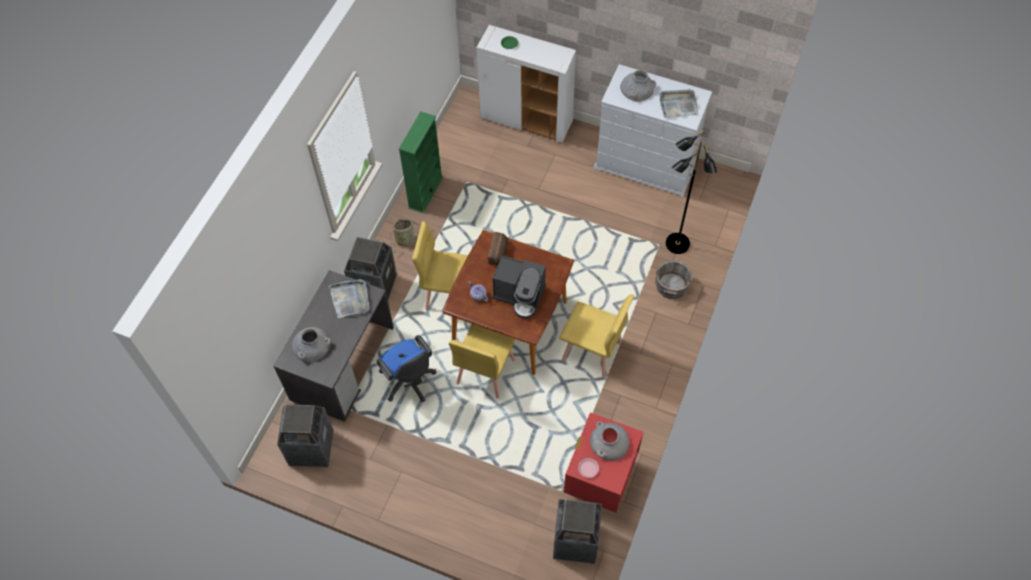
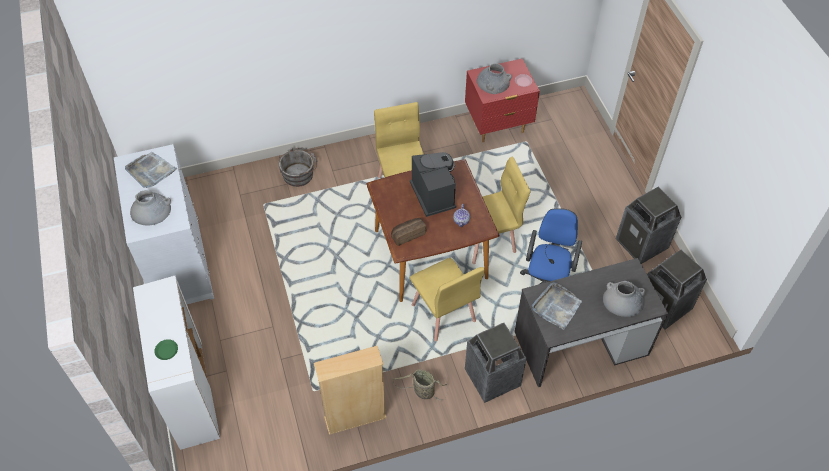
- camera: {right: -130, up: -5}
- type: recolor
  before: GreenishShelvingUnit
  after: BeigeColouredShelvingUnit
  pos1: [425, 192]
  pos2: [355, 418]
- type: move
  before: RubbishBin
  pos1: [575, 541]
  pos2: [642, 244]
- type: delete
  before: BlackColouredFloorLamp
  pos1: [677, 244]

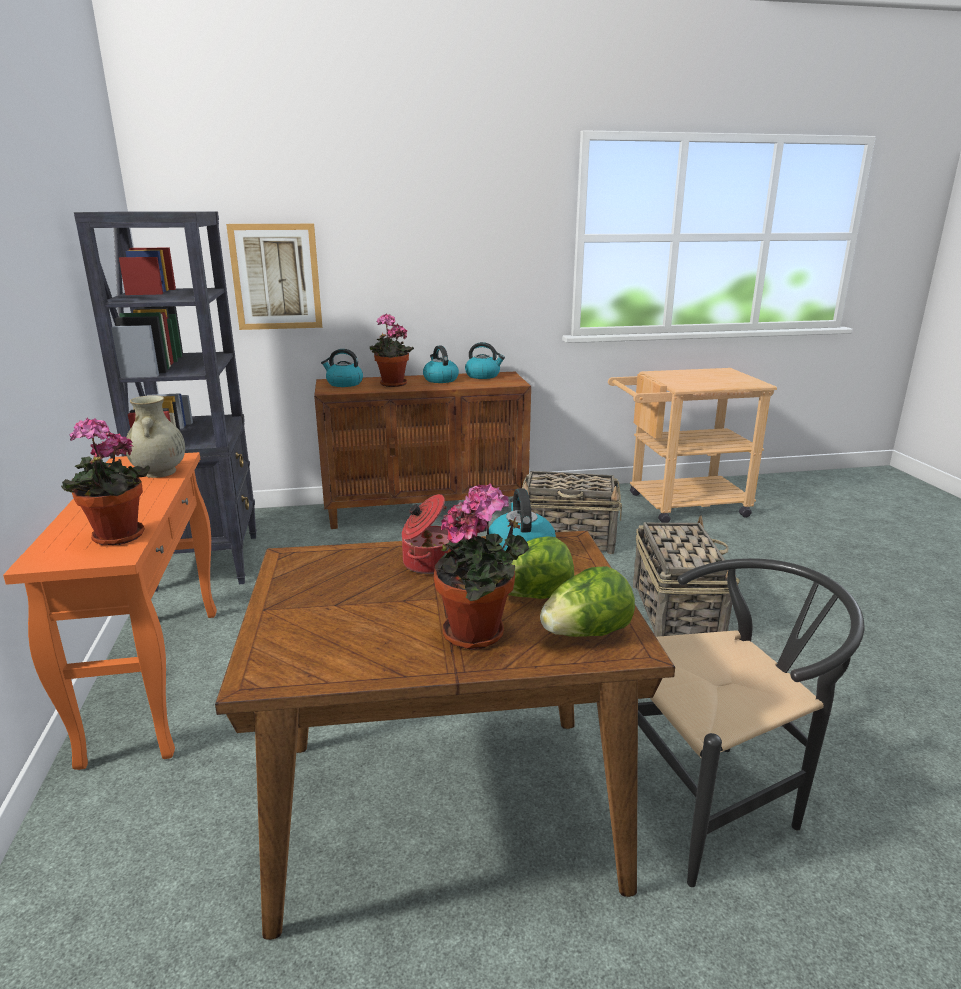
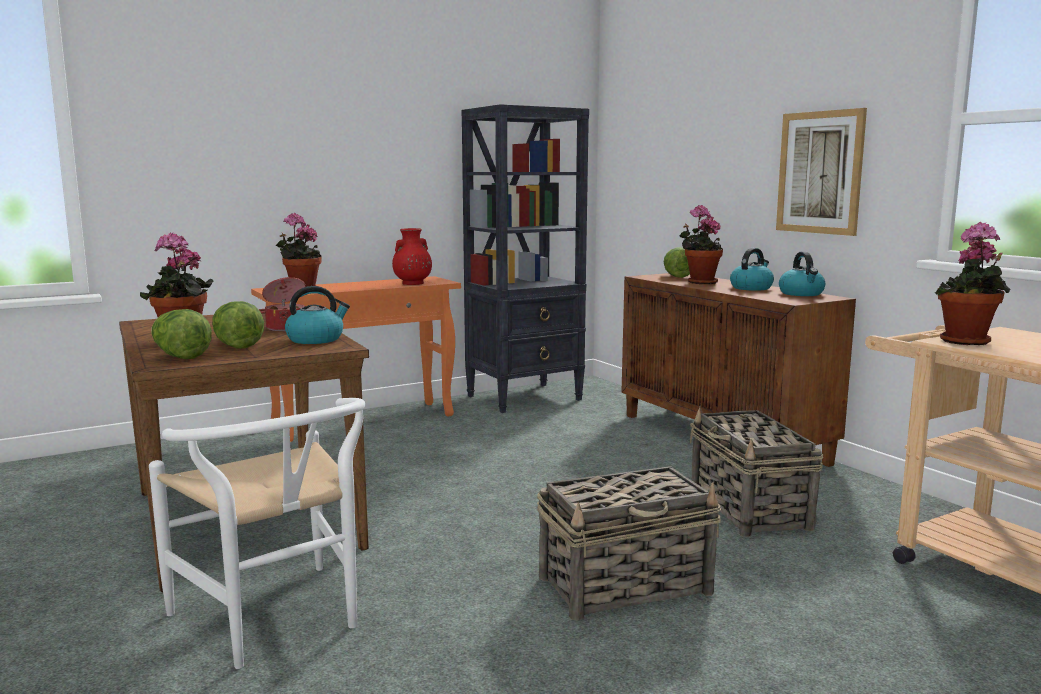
- camera: {right: 70, up: -10}
- type: recolor
  before: BlackColouredUprightChair
  after: WhitishUprightChair
  pos1: [715, 797]
  pos2: [277, 622]
- type: recolor
  before: BeigeColouredVase
  after: RedVase
  pos1: [160, 473]
  pos2: [412, 283]
- type: replace
  before: Kettle
  after: HeadOfLettuce
  pos1: [344, 383]
  pos2: [676, 276]
- type: move
  before: WallPicture
  pos1: [276, 277]
  pos2: [819, 172]
- type: insert
  after: PlantInAPot
  pos2: [967, 342]

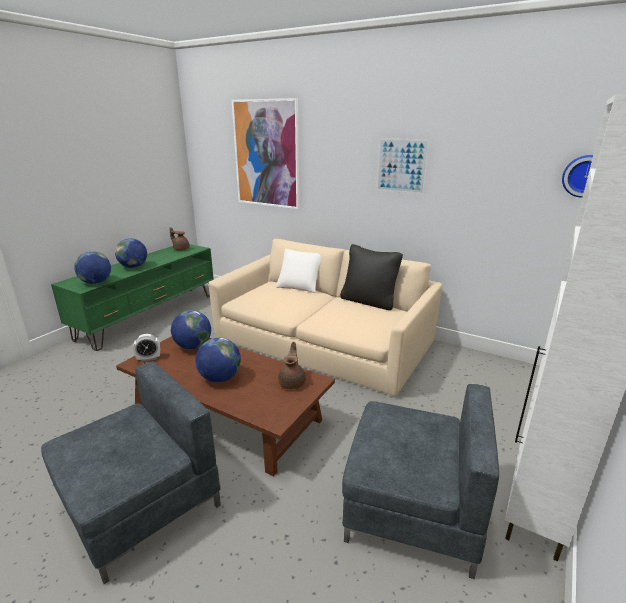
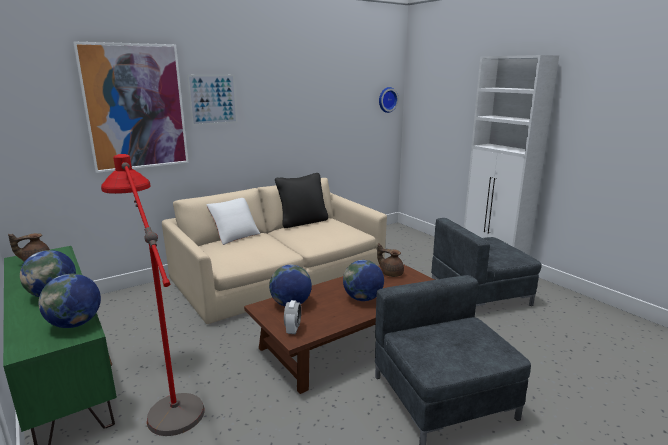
- camera: {right: -65, up: -5}
- type: insert
  after: RedFloorLamp
  pos2: [166, 392]
- type: move
  before: WallPicture
  pos1: [401, 166]
  pos2: [213, 99]
- type: rotate
  before: GrayArmchair
  pos1: [411, 505]
  pos2: [480, 294]
  turn: -150

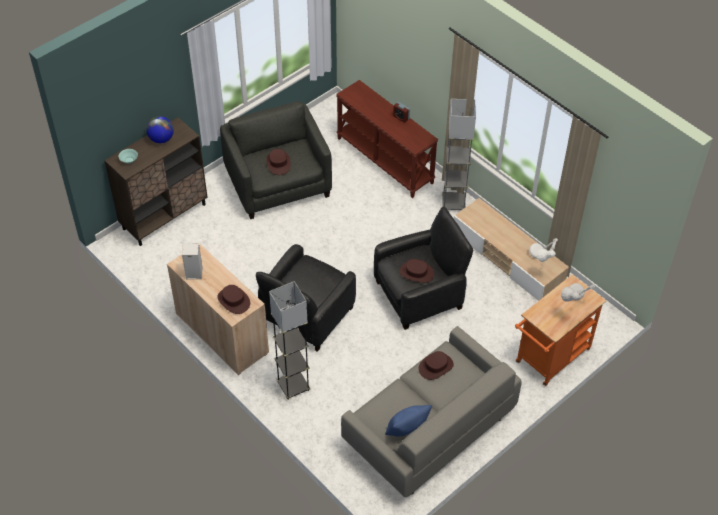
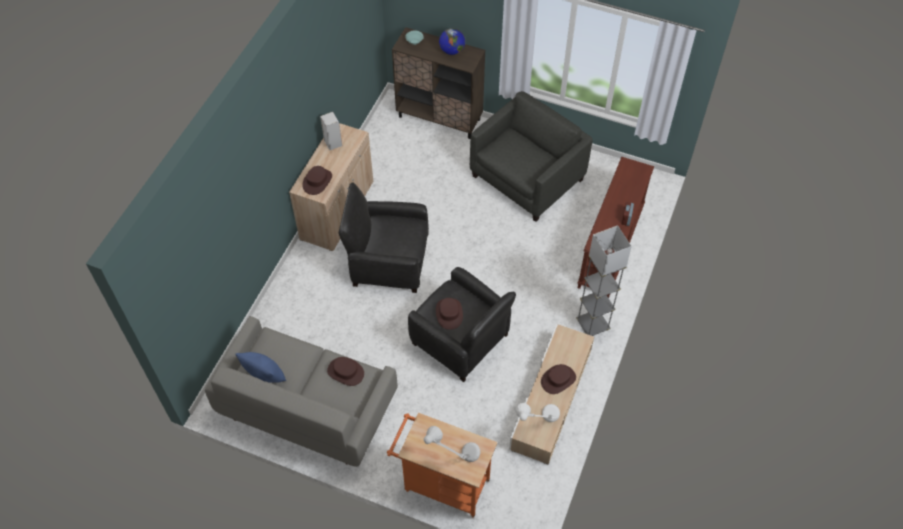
- camera: {right: 65, up: 5}
- type: move
  before: BrownColouredHat
  pos1: [278, 163]
  pos2: [558, 379]
- type: delete
  before: GrayFloorLamp
  pos1: [293, 386]

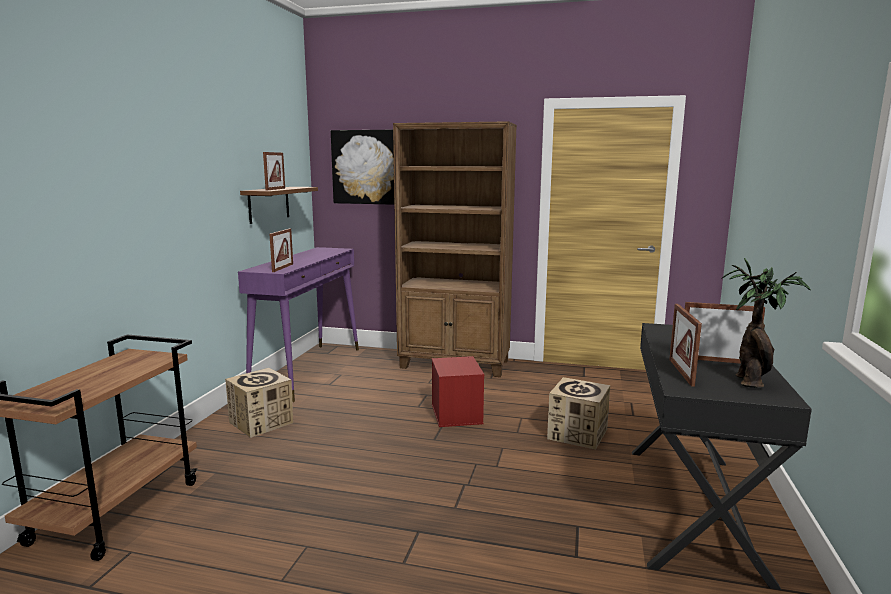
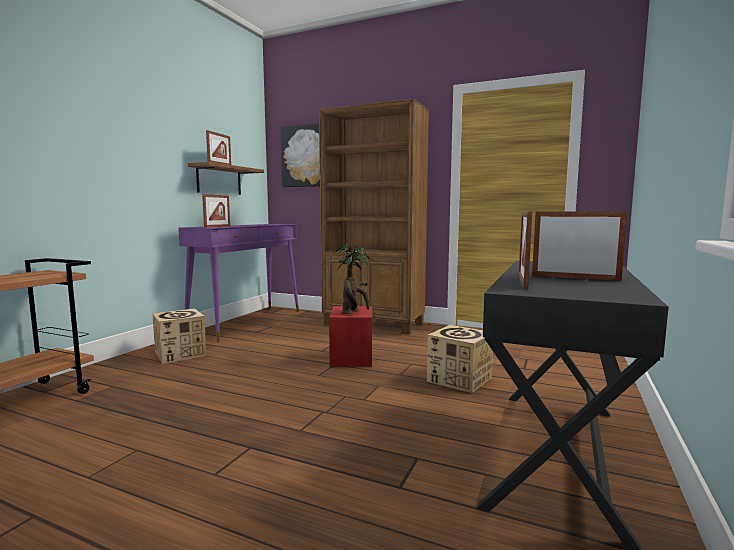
- camera: {right: 10, up: -5}
- type: move
  before: PlantInAPot
  pos1: [751, 381]
  pos2: [353, 312]

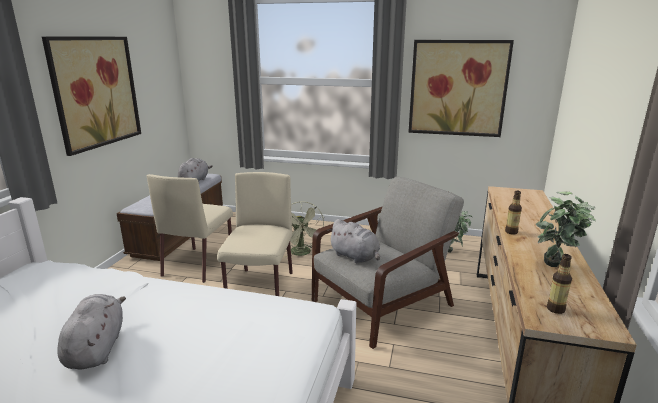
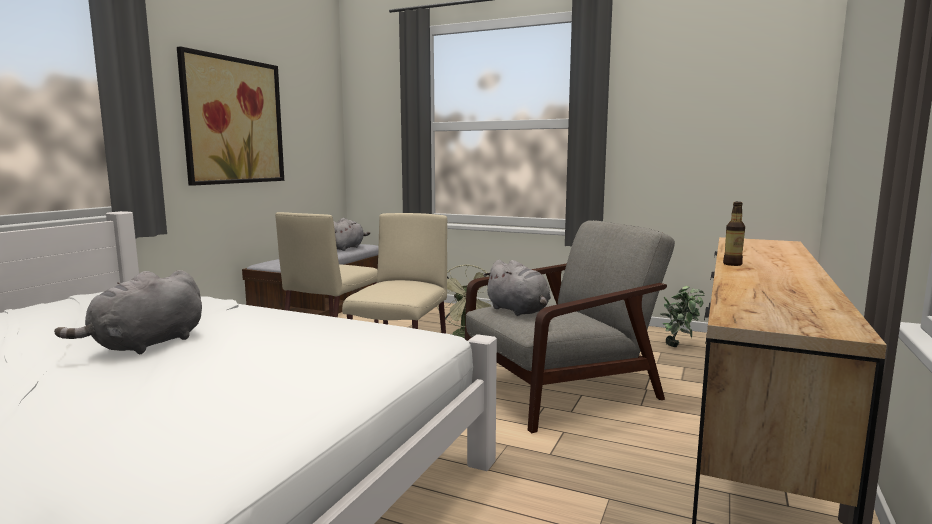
- camera: {right: 10, up: -10}
- type: rotate
  before: GrayPlushToy
  pos1: [97, 348]
  pos2: [146, 345]
  turn: -150
- type: delete
  before: WallPicture
  pos1: [457, 88]
- type: delete
  before: PlantInAPot
  pos1: [556, 269]
- type: delete
  before: DrinkBottle
  pos1: [555, 309]

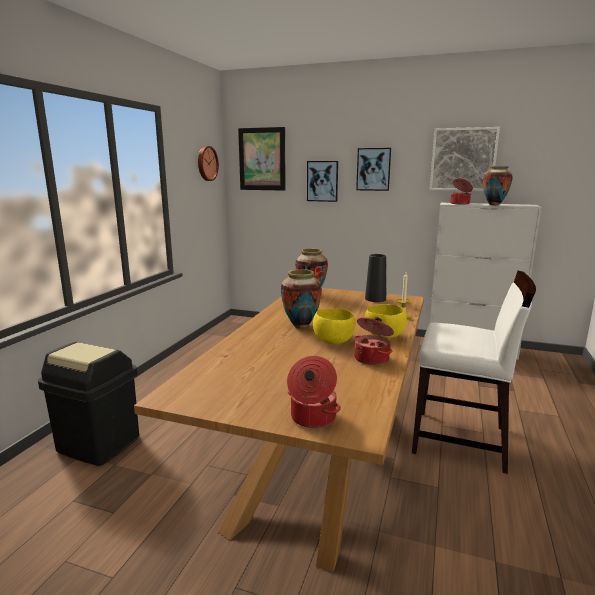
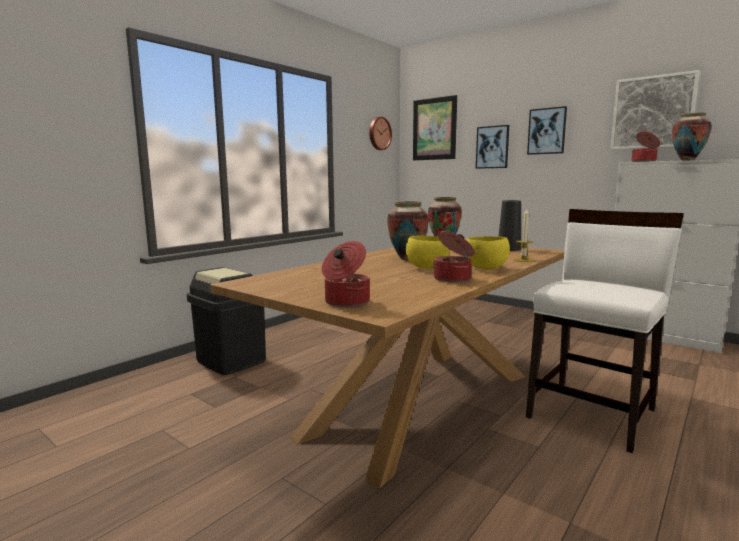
- camera: {right: 20, up: -5}
- type: rotate
  before: WhitishUprightChair
  pos1: [460, 440]
  pos2: [592, 413]
  turn: -90

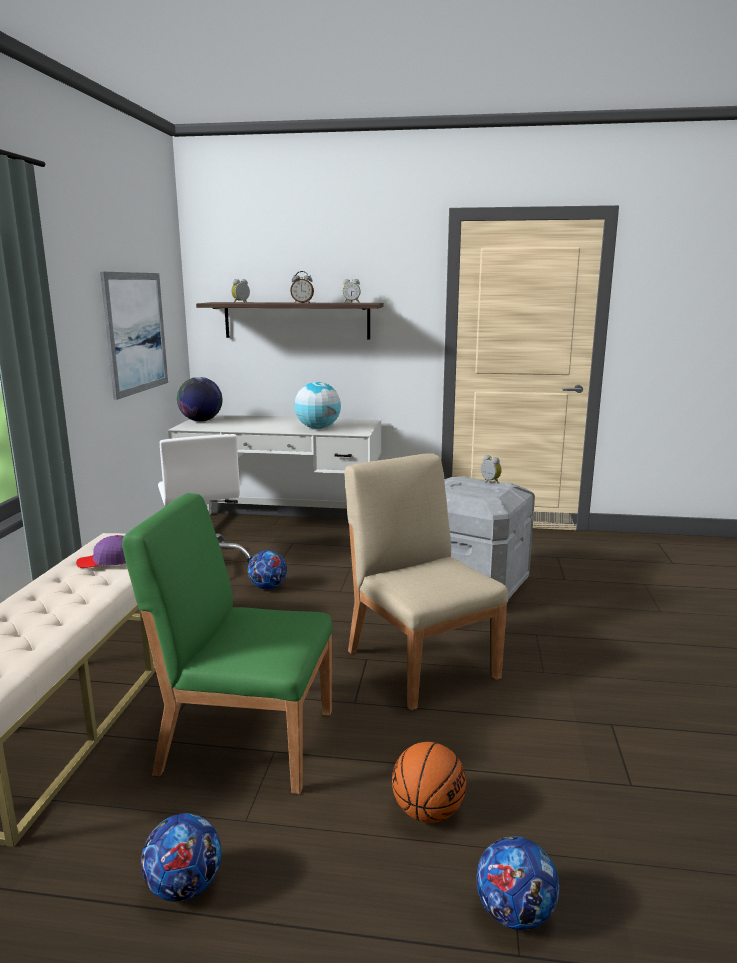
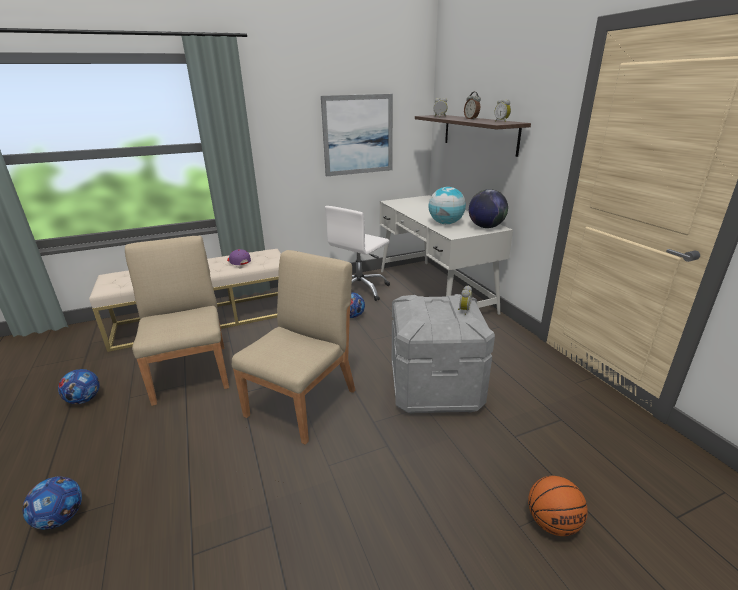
- camera: {right: 60, up: 10}
- type: recolor
  before: GreenishUprightChair
  after: BeigeColouredUprightChair
  pos1: [245, 740]
  pos2: [192, 372]
- type: move
  before: WorldGlobe
  pos1: [201, 421]
  pos2: [486, 227]
- type: move
  before: Basketball
  pos1: [428, 812]
  pos2: [552, 523]

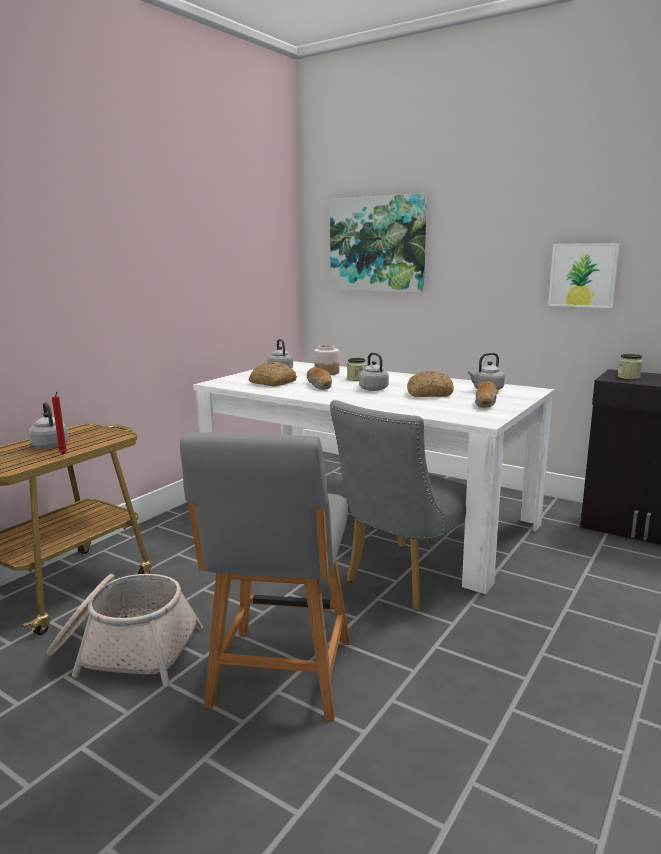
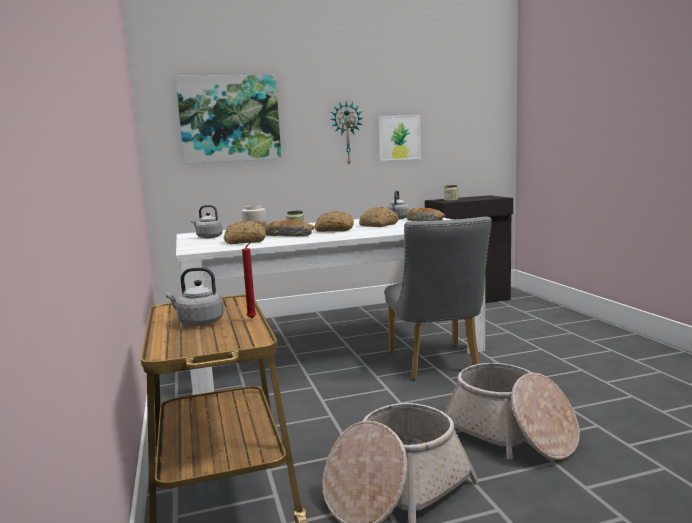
- camera: {right: -50, up: -5}
- type: replace
  before: GrayKettle
  after: Bread
  pos1: [372, 389]
  pos2: [334, 230]
- type: insert
  after: ClockOnTheWall
  pos2: [346, 133]
- type: replace
  before: GrayUprightChair
  after: StorageBasket
  pos1: [280, 676]
  pos2: [510, 434]

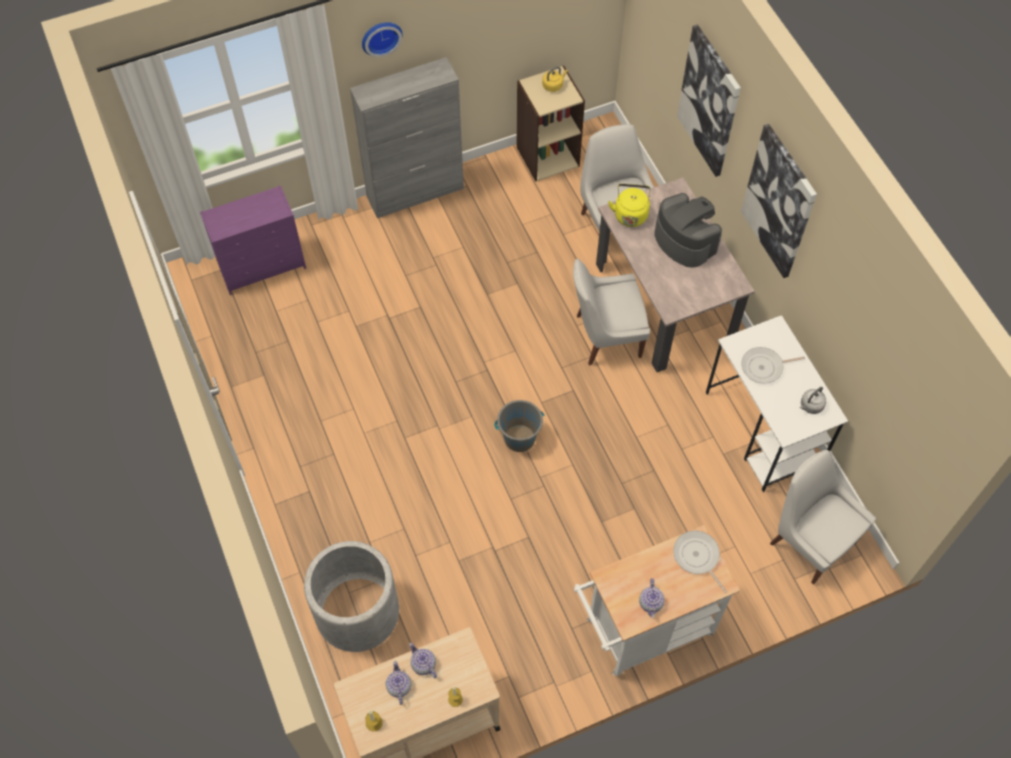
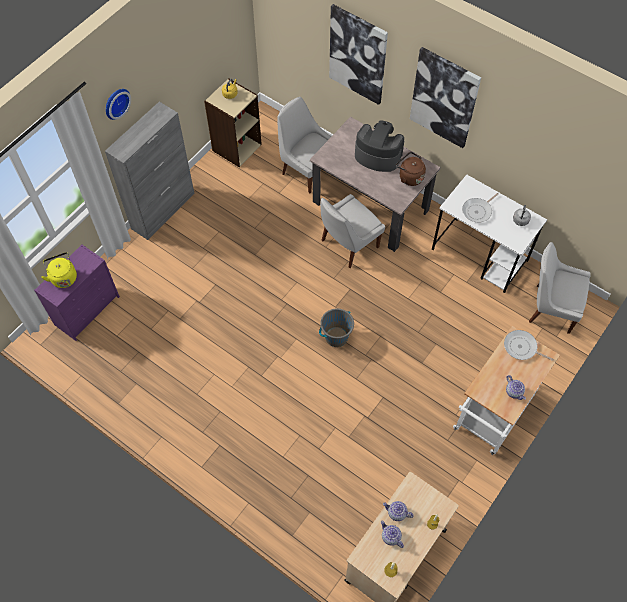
- camera: {right: -30, up: 0}
- type: move
  before: YellowishKettle
  pos1: [630, 214]
  pos2: [63, 277]
- type: insert
  after: BrownColouredKettle
  pos2: [409, 177]
- type: delete
  before: GrayPlantPot
  pos1: [357, 612]

